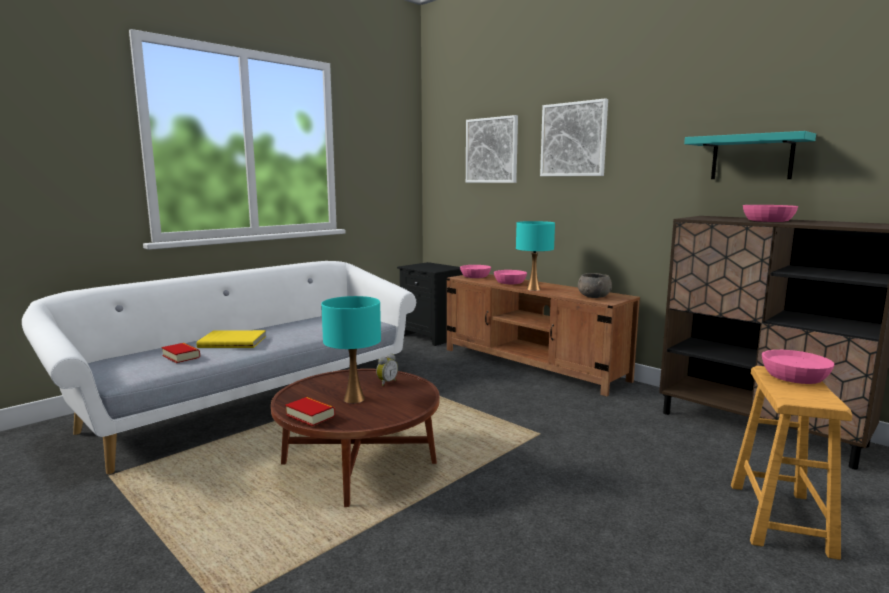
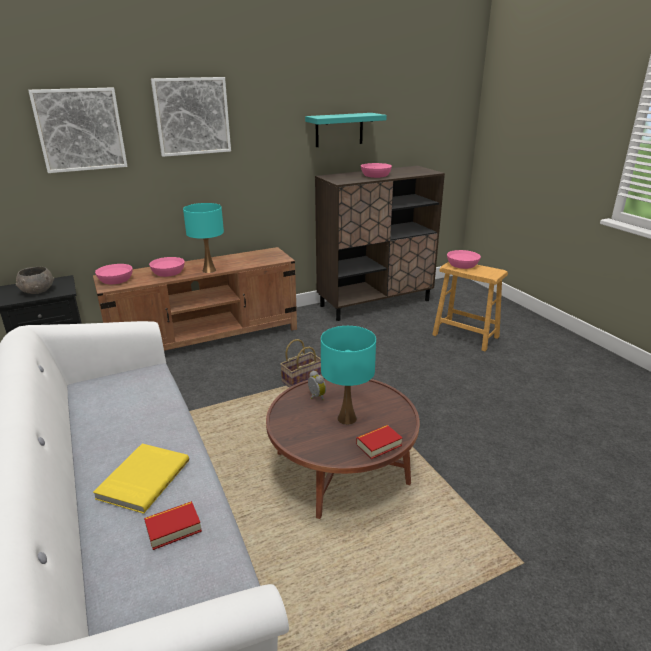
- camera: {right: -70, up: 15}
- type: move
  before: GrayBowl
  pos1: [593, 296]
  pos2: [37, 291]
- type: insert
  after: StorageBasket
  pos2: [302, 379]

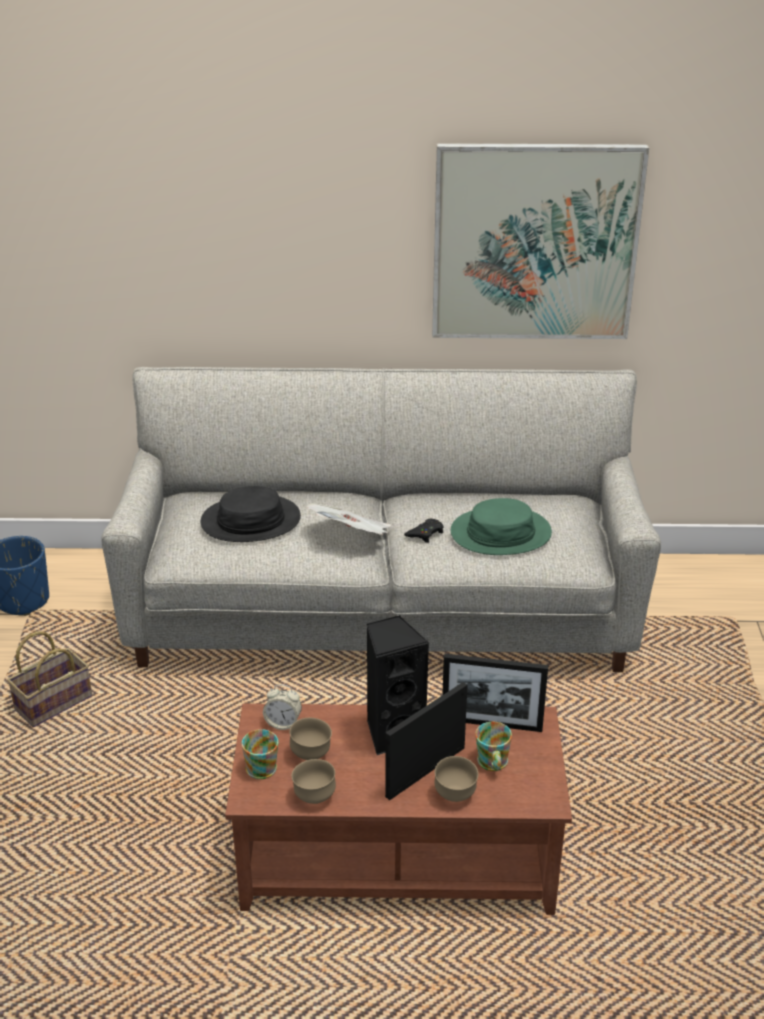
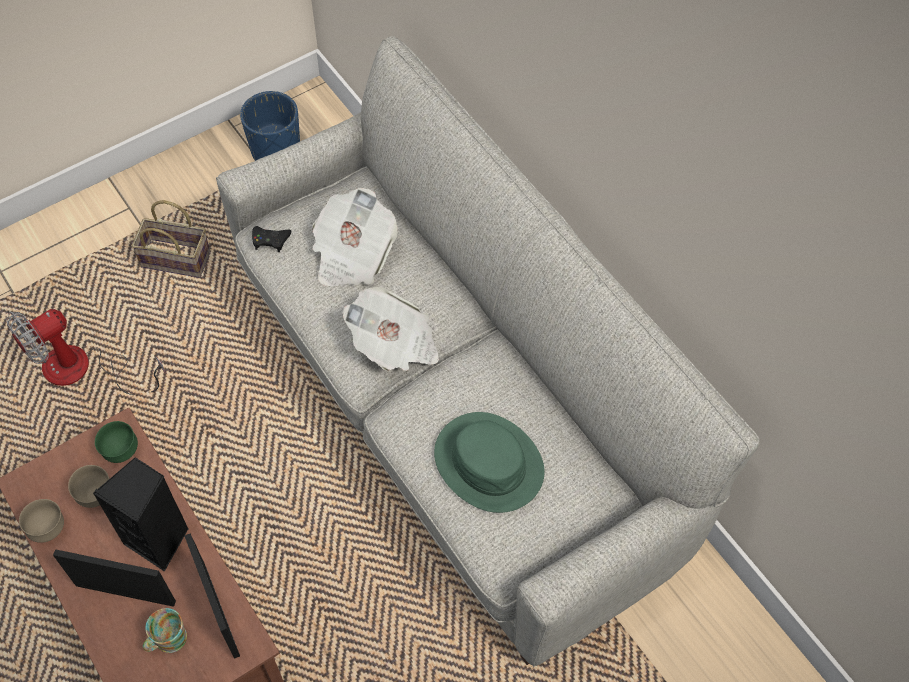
- camera: {right: 55, up: 25}
- type: insert
  after: CoolingFan
  pos2: [83, 370]
- type: replace
  before: BedsideClock
  after: GreenishBowl
  pos1: [283, 723]
  pos2: [121, 452]
- type: move
  before: BlackColouredGameController
  pos1: [425, 533]
  pos2: [270, 240]
- type: replace
  before: BlackColouredHat
  after: DailyPaper
  pos1: [251, 521]
  pos2: [352, 254]
- type: delete
  before: TeaMug
  pos1: [264, 765]
- type: delete
  before: WallPicture
  pos1: [535, 243]
- type: delete
  before: BrownColouredBowl
  pos1: [455, 795]

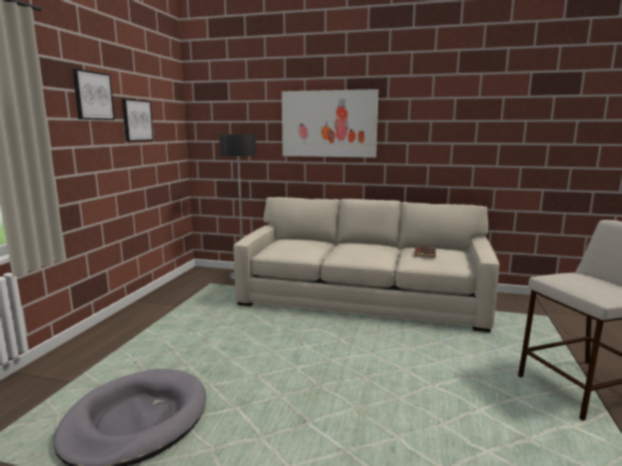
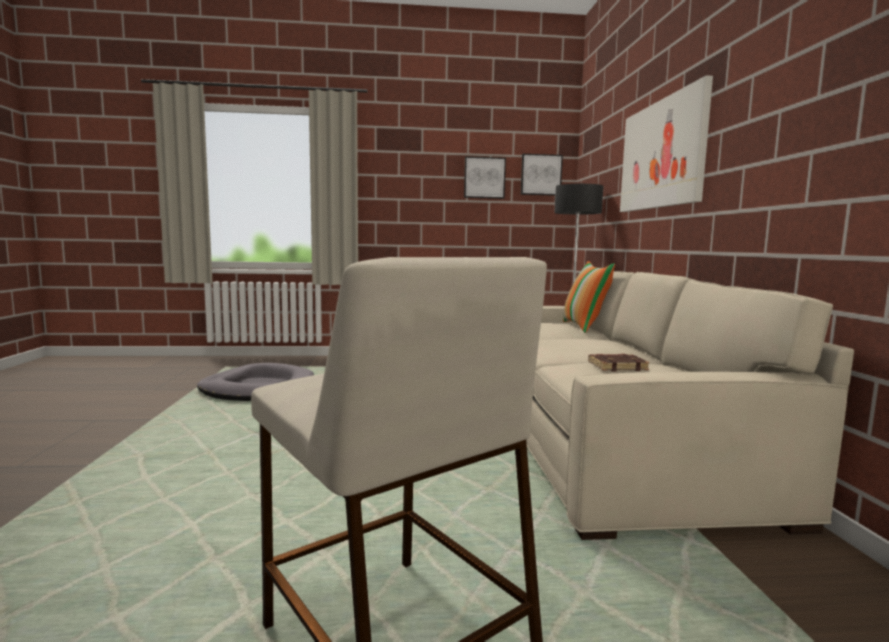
- camera: {right: 70, up: -5}
- type: move
  before: WallPicture
  pos1: [93, 96]
  pos2: [541, 175]
- type: insert
  after: Cushion
  pos2: [584, 327]

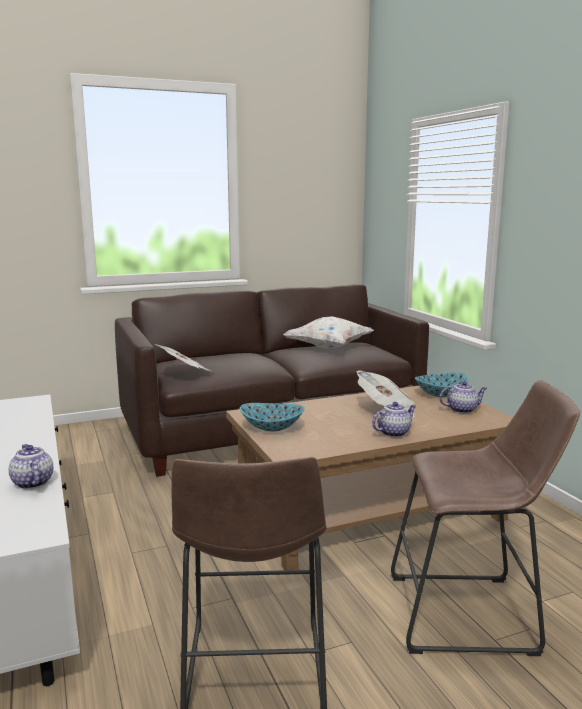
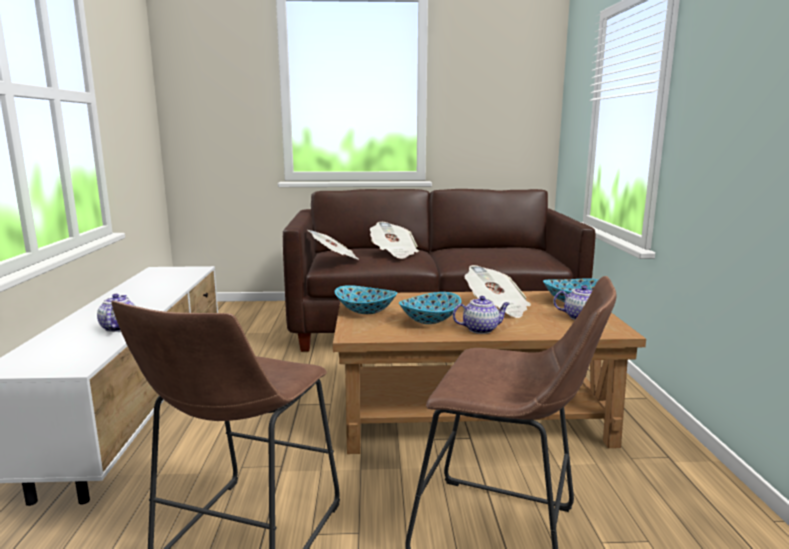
- camera: {right: 20, up: 0}
- type: insert
  after: DailyPaper
  pos2: [394, 253]
- type: insert
  after: Bowl
  pos2: [429, 320]
- type: delete
  before: WhitishCushion
  pos1: [329, 348]

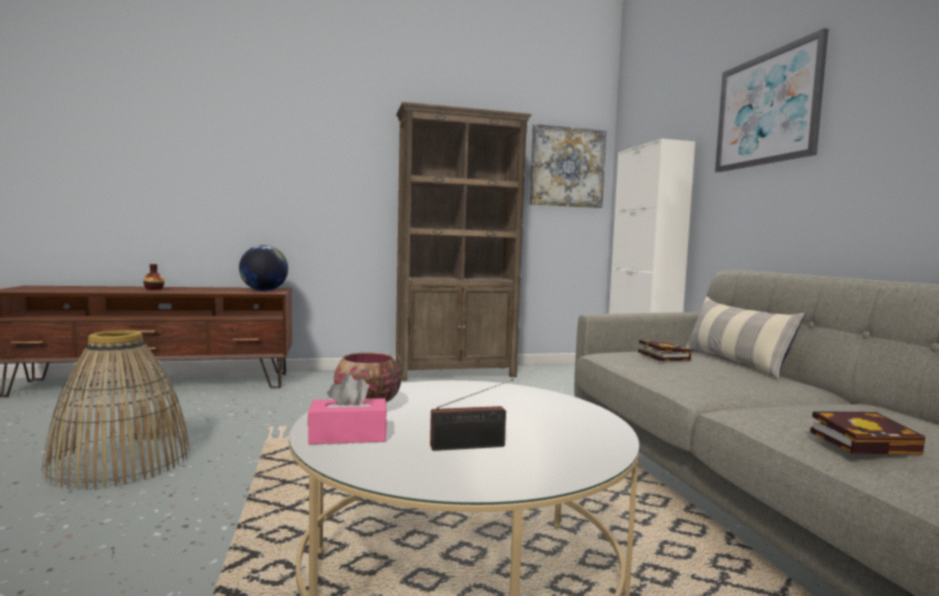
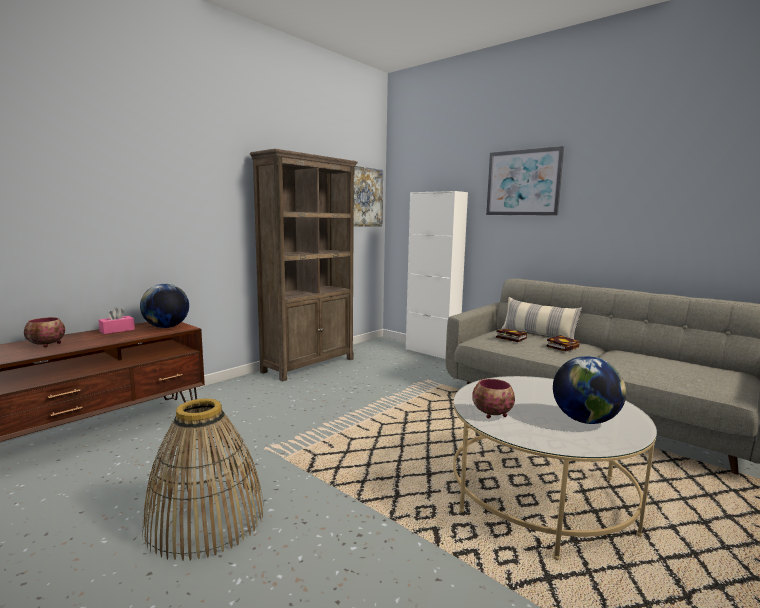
- camera: {right: -35, up: 5}
- type: replace
  before: Vase
  after: Bowl
  pos1: [154, 289]
  pos2: [46, 345]
- type: move
  before: PinkColouredTissueHolder
  pos1: [348, 436]
  pos2: [117, 330]
- type: move
  before: Volume
  pos1: [866, 442]
  pos2: [562, 346]
- type: replace
  before: Radio
  after: WorldGlobe
  pos1: [472, 446]
  pos2: [584, 420]

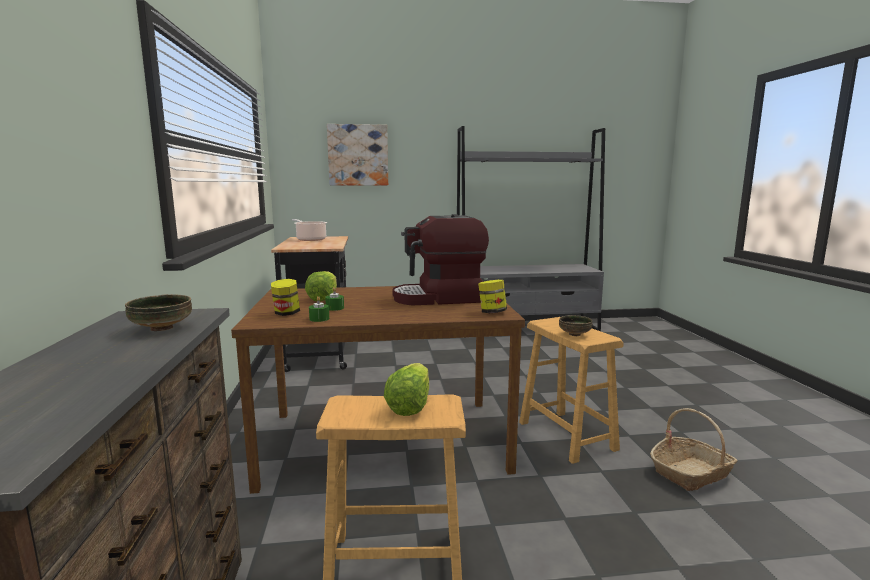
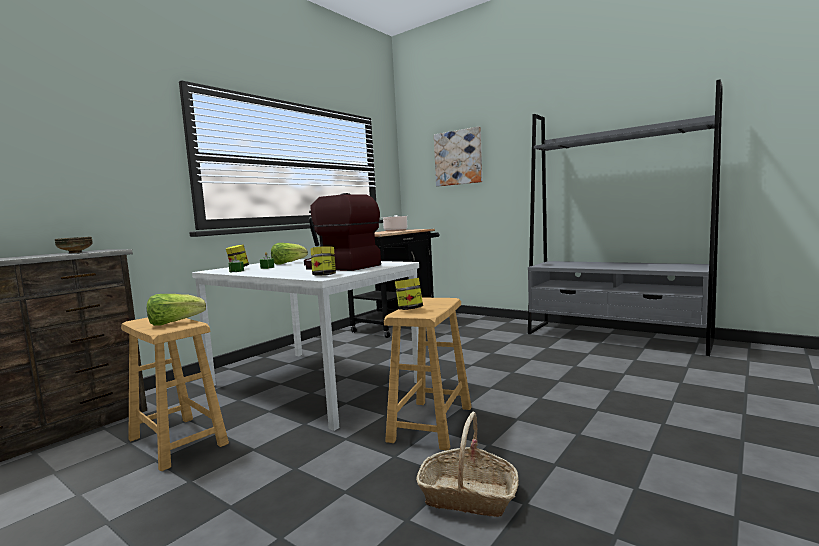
- camera: {right: 45, up: -5}
- type: recolor
  before: BrownColouredKitchenTable
  after: WhitishKitchenTable
  pos1: [386, 440]
  pos2: [314, 383]
- type: replace
  before: Bowl
  after: StorageJar
  pos1: [575, 335]
  pos2: [409, 309]

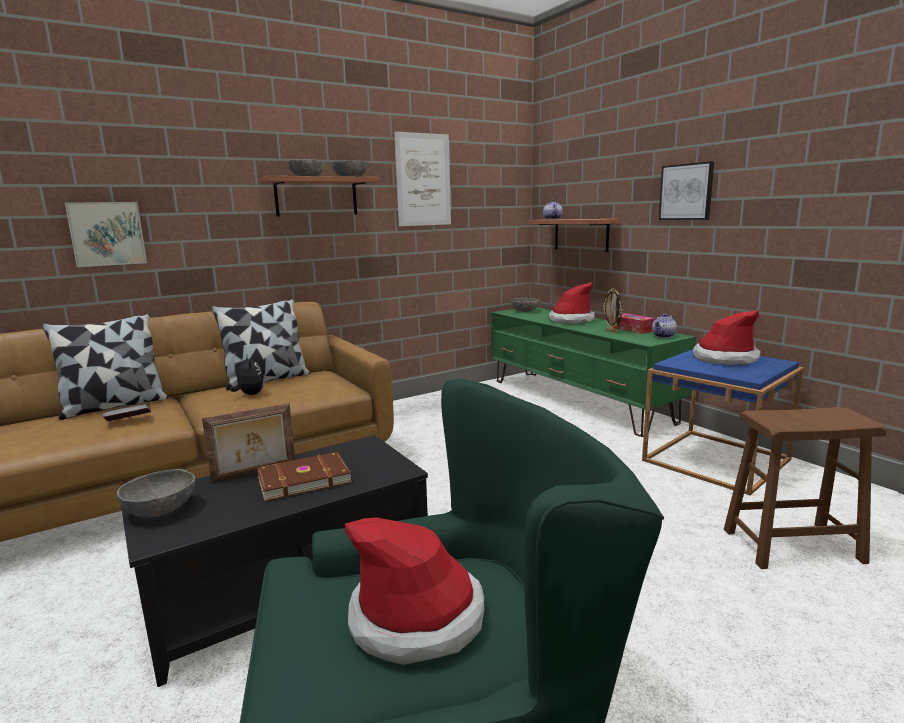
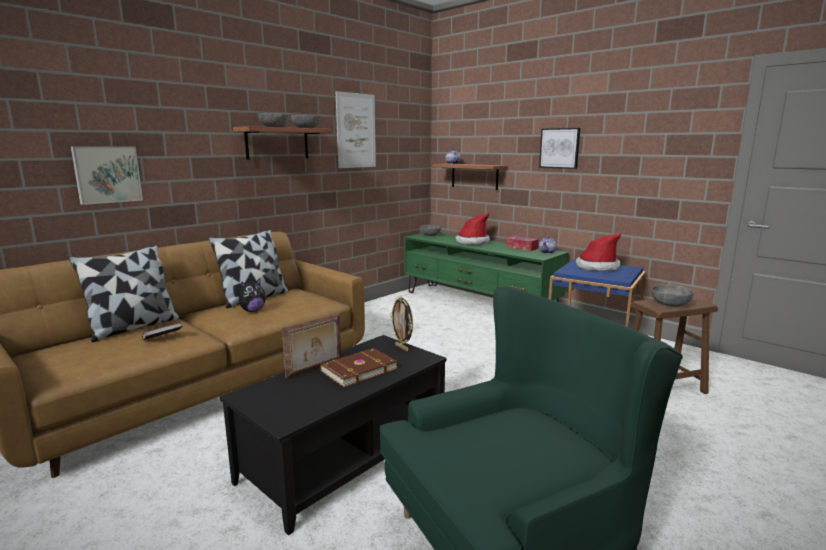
- camera: {right: -15, up: 0}
- type: rotate
  before: PlushToy
  pos1: [250, 394]
  pos2: [252, 311]
  turn: 90
- type: move
  before: StandingFrame
  pos1: [612, 331]
  pos2: [402, 348]
- type: move
  before: GrayBowl
  pos1: [161, 509]
  pos2: [670, 304]
- type: delete
  before: Hat
  pos1: [417, 617]

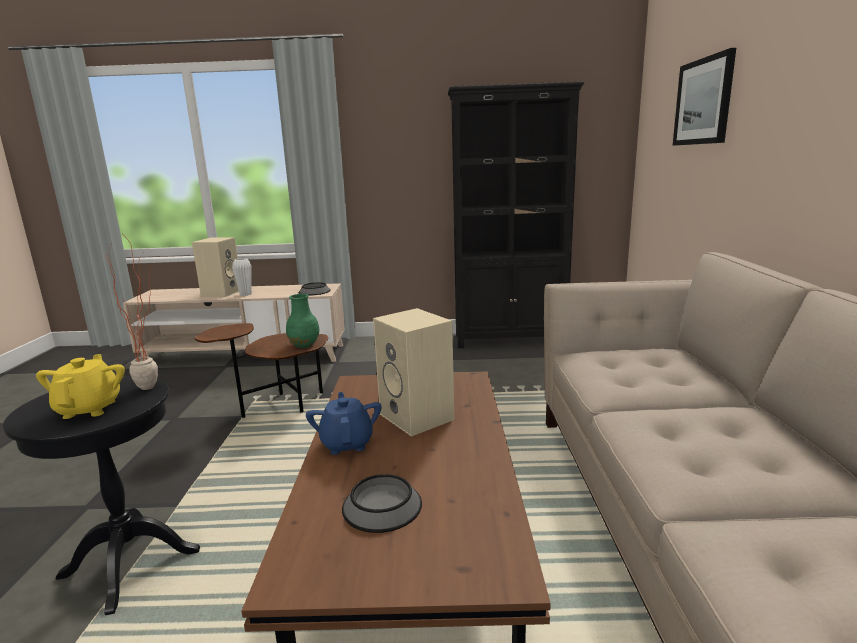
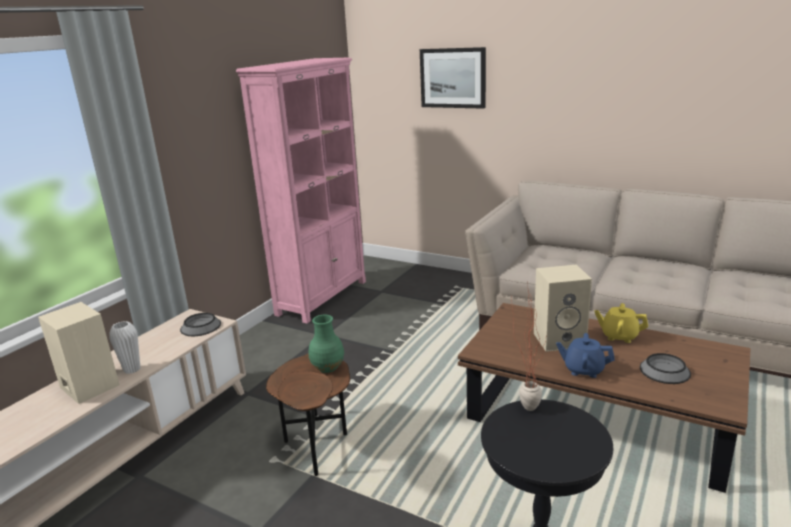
- camera: {right: -60, up: 5}
- type: recolor
  before: BlackColouredShelvingUnit
  after: PinkColouredShelvingUnit
  pos1: [510, 339]
  pos2: [323, 297]
- type: move
  before: YellowishPotForTea
  pos1: [90, 408]
  pos2: [619, 336]

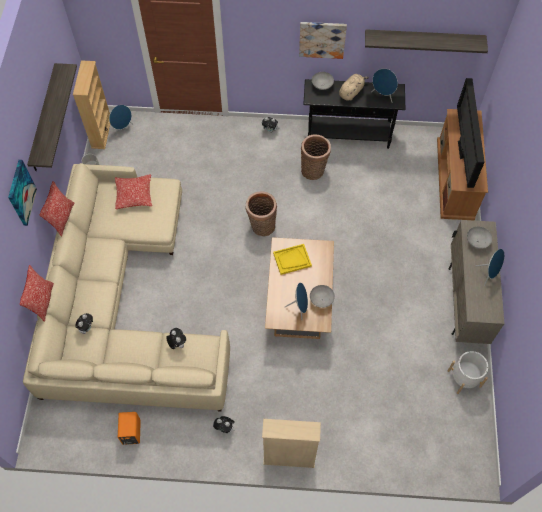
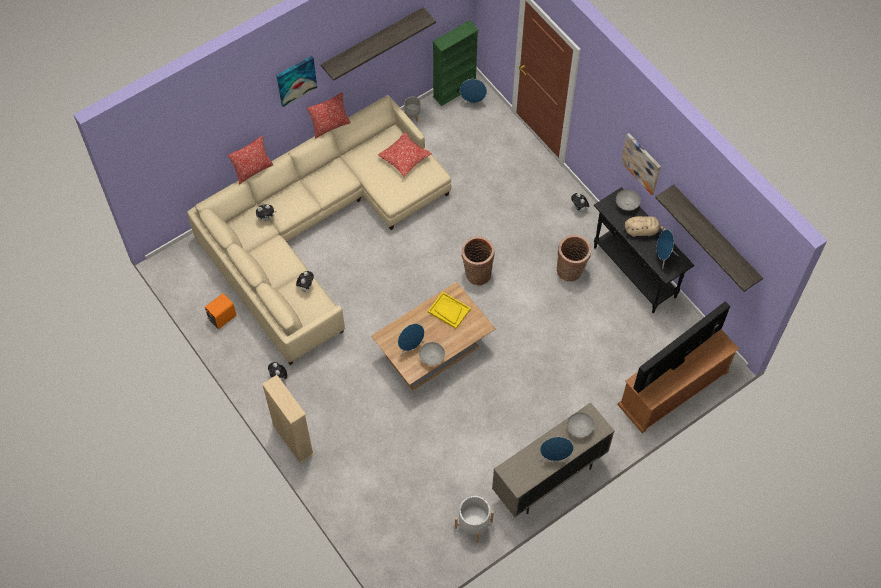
- camera: {right: 50, up: 0}
- type: recolor
  before: BeigeColouredShelvingUnit
  after: GreenishShelvingUnit
  pos1: [101, 132]
  pos2: [454, 90]

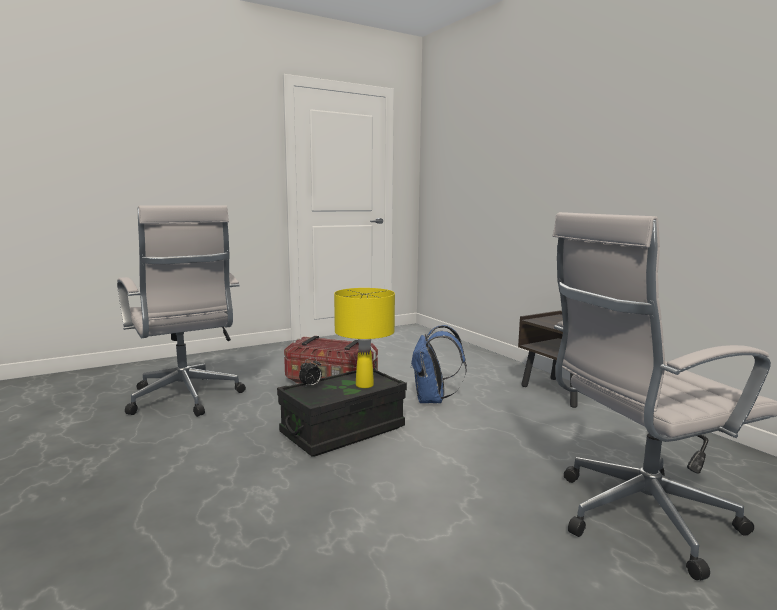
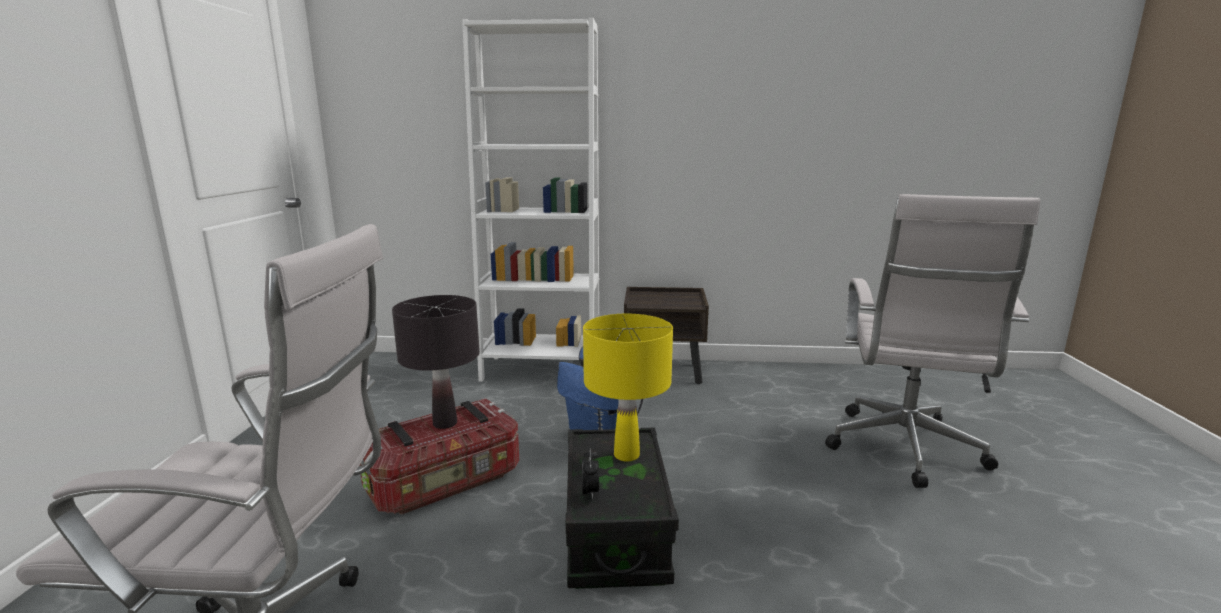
- camera: {right: -55, up: 5}
- type: insert
  after: BlackColouredTabletopLamp
  pos2: [445, 423]
- type: insert
  after: WhitishShelvingUnit
  pos2: [541, 369]

